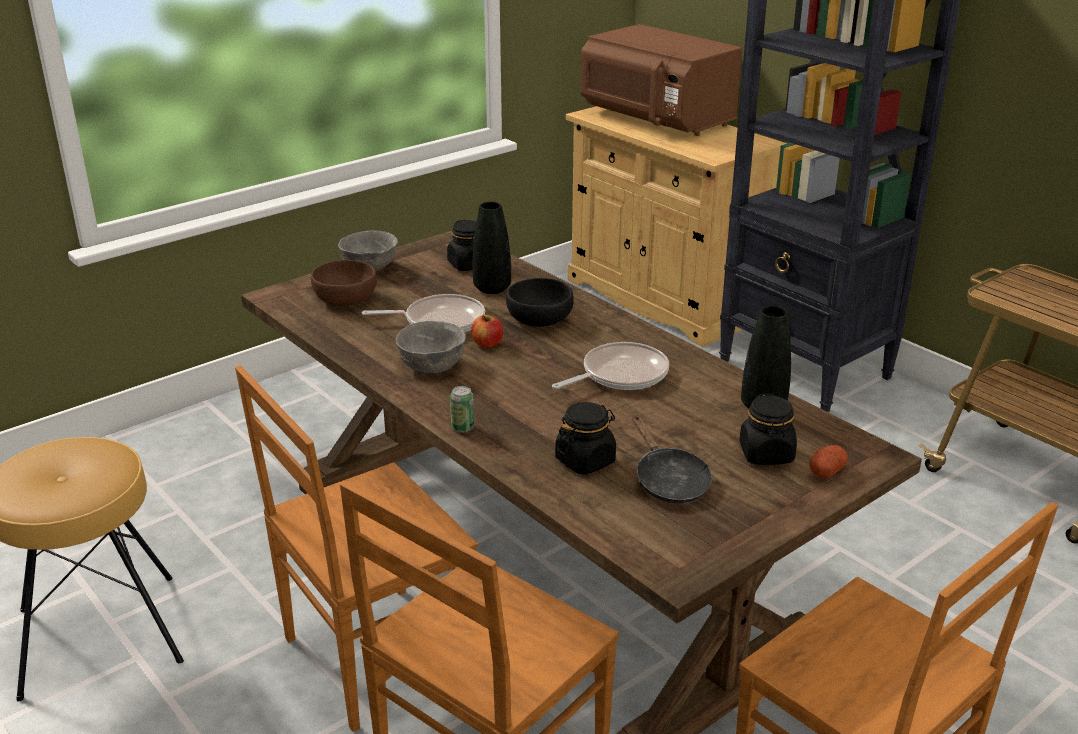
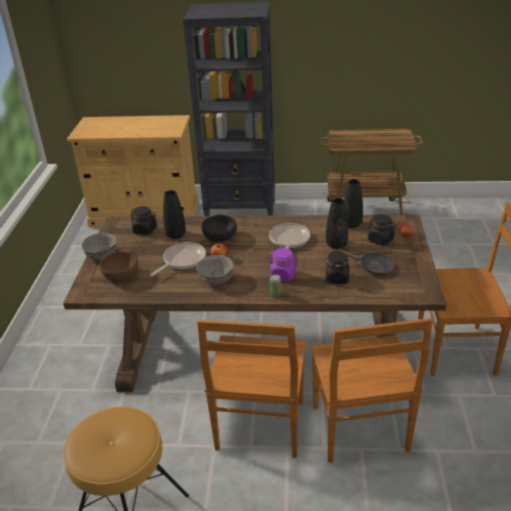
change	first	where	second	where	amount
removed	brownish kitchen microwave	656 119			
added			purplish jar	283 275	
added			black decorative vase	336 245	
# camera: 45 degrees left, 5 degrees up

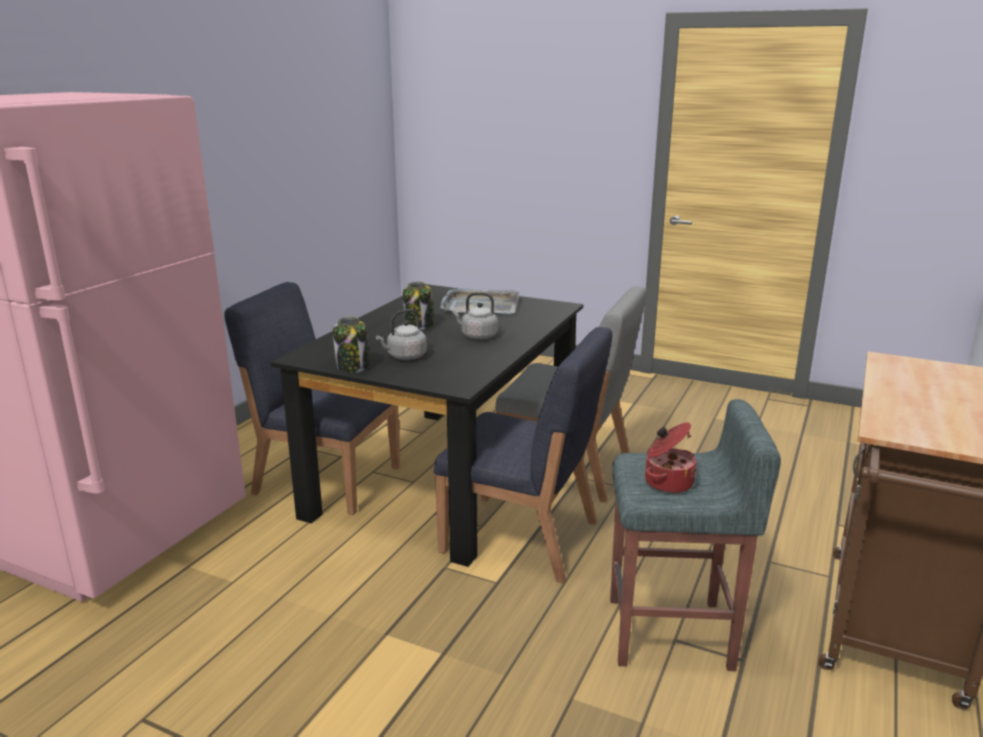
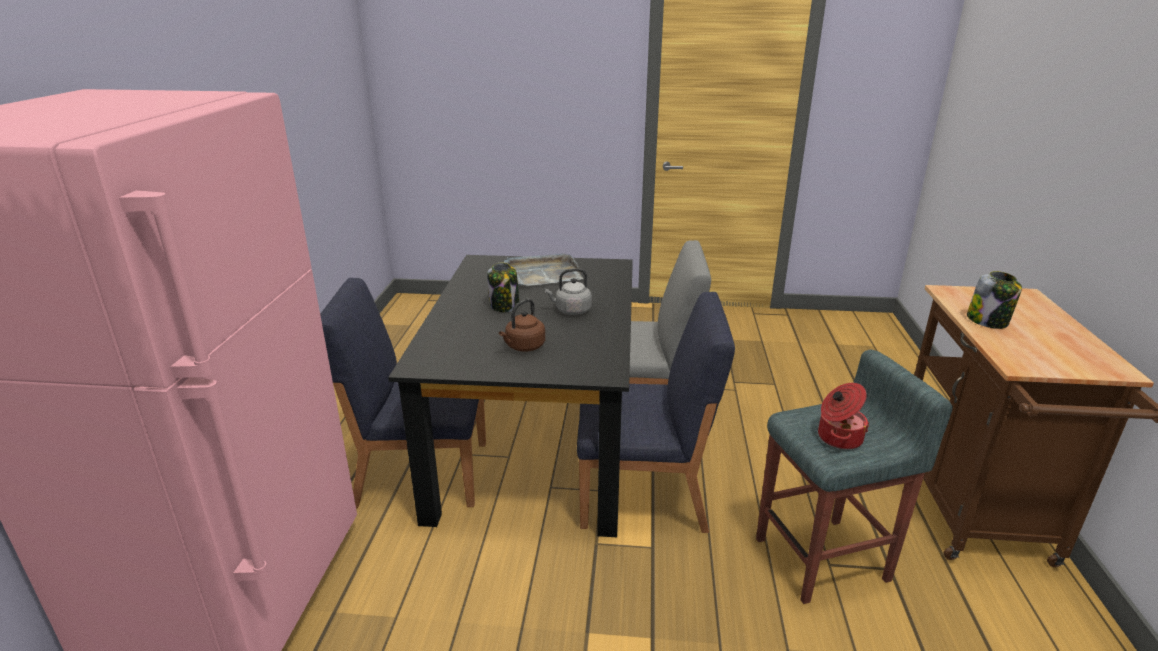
change	first	where	second	where	amount
moved	jar	353 366		988 321	
recoloured	grey water kettle	405 357	brownish water kettle	523 347	
# camera: 20 degrees left, 5 degrees up

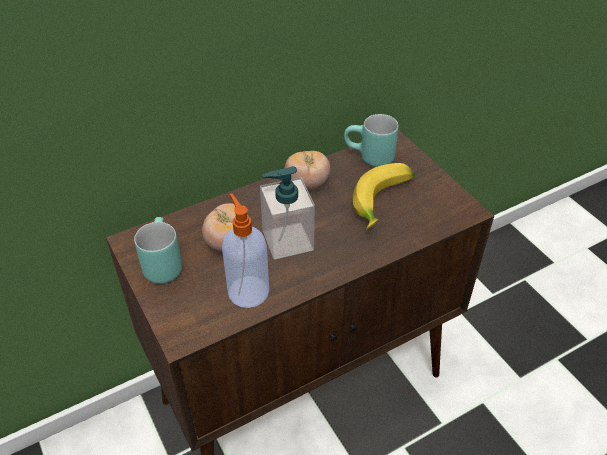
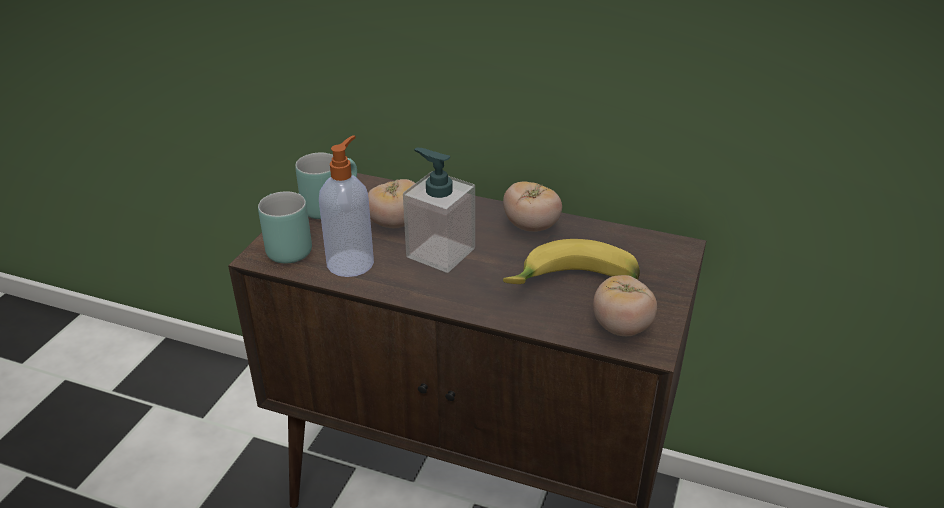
change	first	where	second	where	amount
moved	turquoise mug	369 158		283 248	
added			fresh tomato	621 327	
# camera: 50 degrees right, 10 degrees down

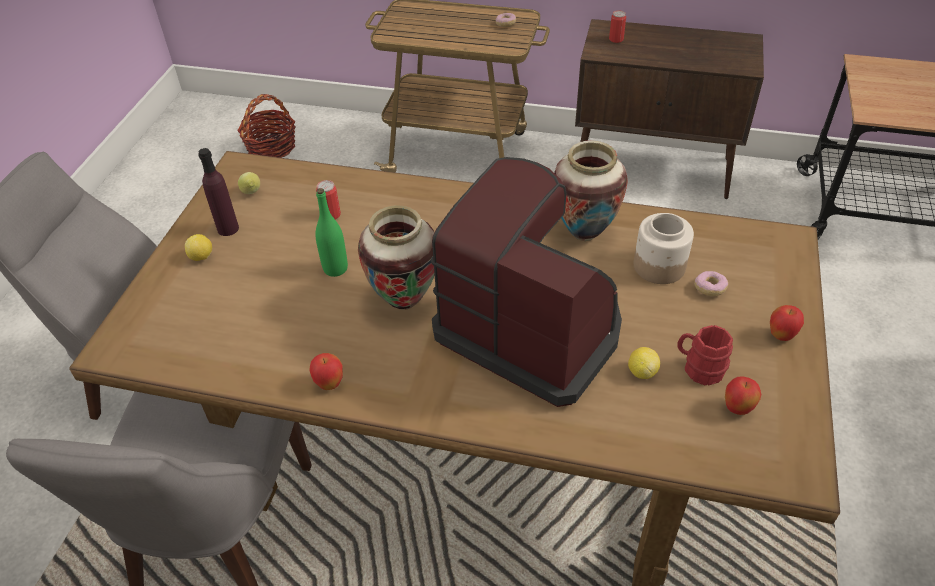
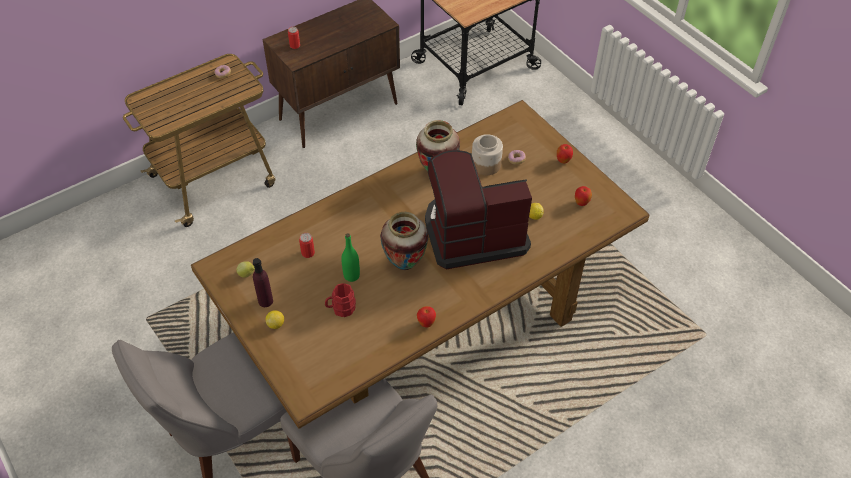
change	first	where	second	where	amount
removed	household basket	271 147			
moved	red-coloured mug	699 368		341 309	
# camera: 50 degrees left, 5 degrees up

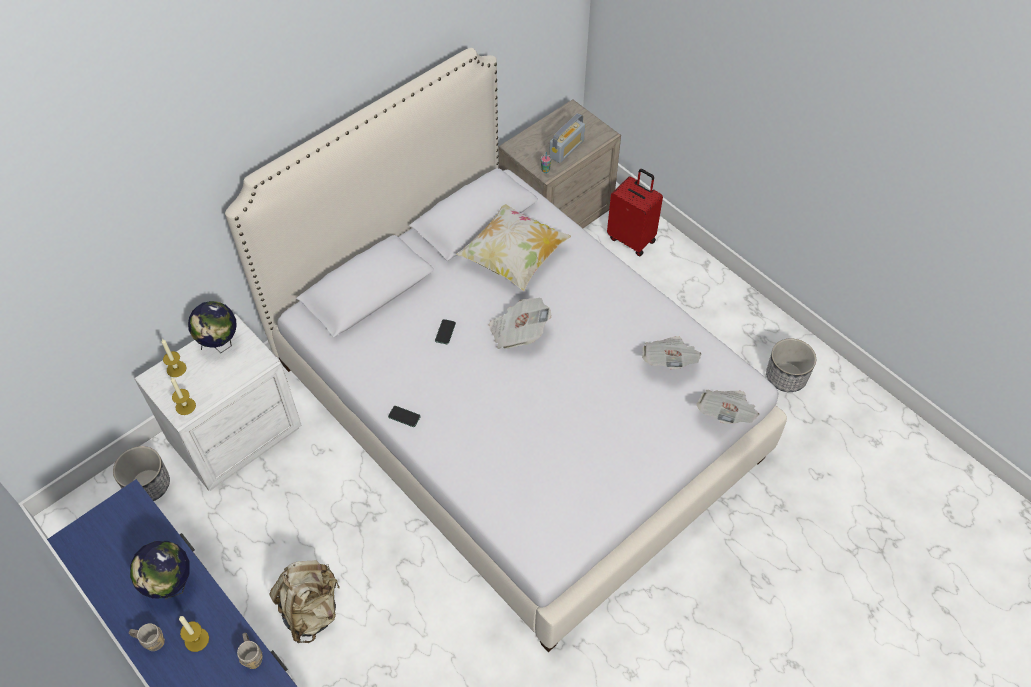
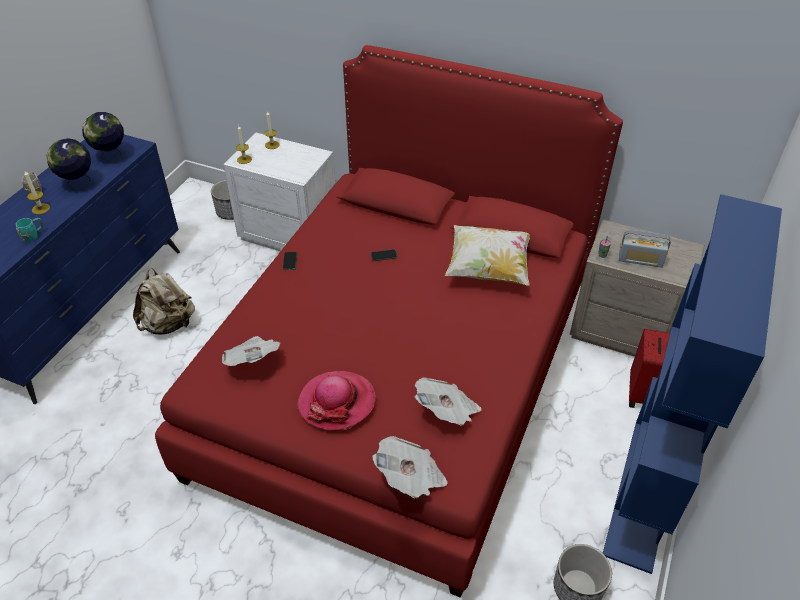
change	first	where	second	where	amount
moved	world globe	220 345		111 157	
recoloured	white-coloured bedroom bed	514 410	red-coloured bedroom bed	399 375	
recoloured	grey mug	252 655	turquoise mug	34 236	
moved	daily paper	518 332		253 361	
added			clothing hat	337 402	
added			blue-coloured shelving unit	644 493	
# camera: 65 degrees right, 10 degrees down

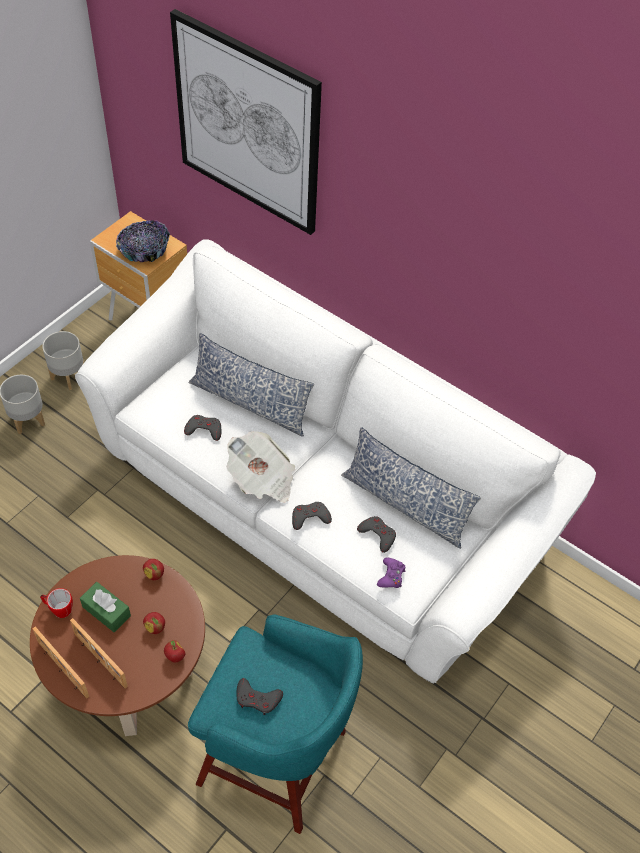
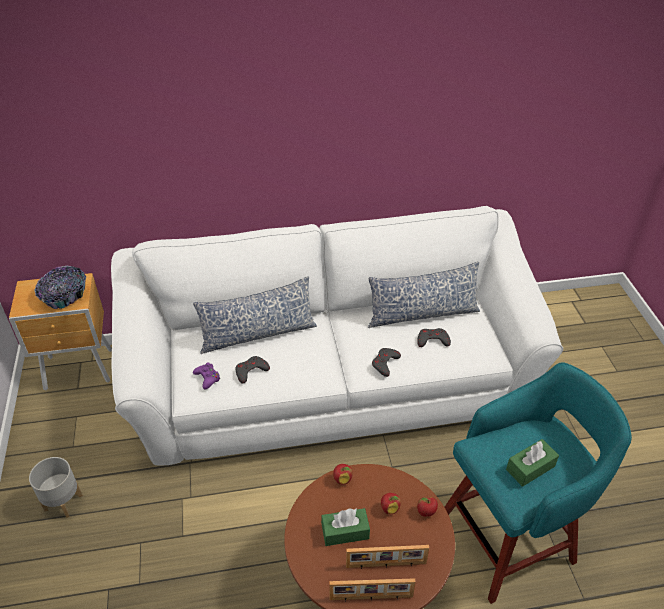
change	first	where	second	where	amount
removed	mug	59 609			
removed	grey plant pot	69 376			
removed	wall picture	247 124			
removed	daily paper	262 479			
replaced	grey gamepad	257 699	green-coloured box of tissues	530 468	
moved	purplish gamepad	391 576		207 378	
# camera: 45 degrees left, 10 degrees down

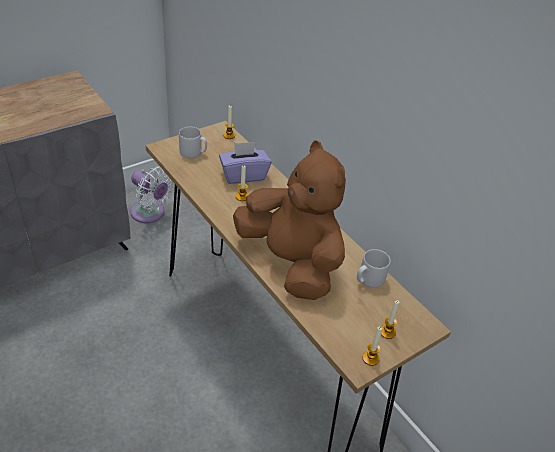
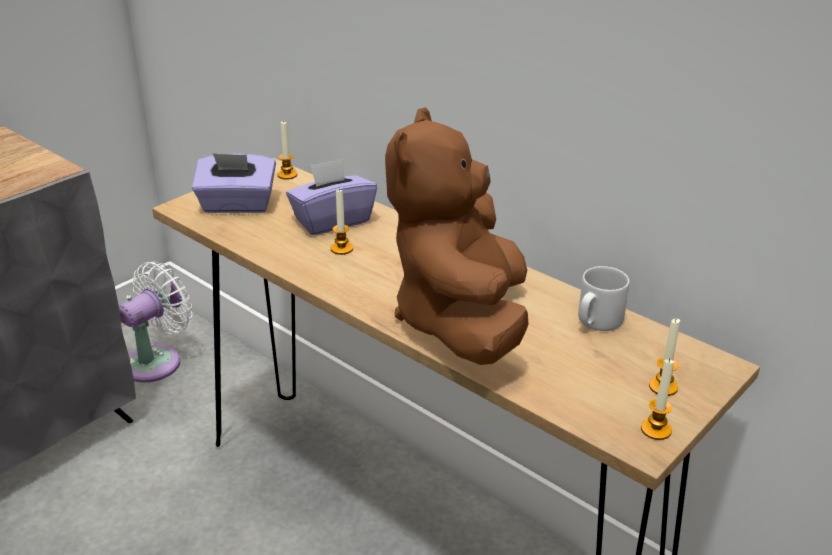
change	first	where	second	where	amount
turned	white-coloured fan	150 214		157 361	75 degrees counterclockwise
replaced	grey mug	193 153	purplish box of tissues	237 205	
turned	brownish plush toy	291 262		461 322	120 degrees counterclockwise
# camera: 10 degrees left, 10 degrees down

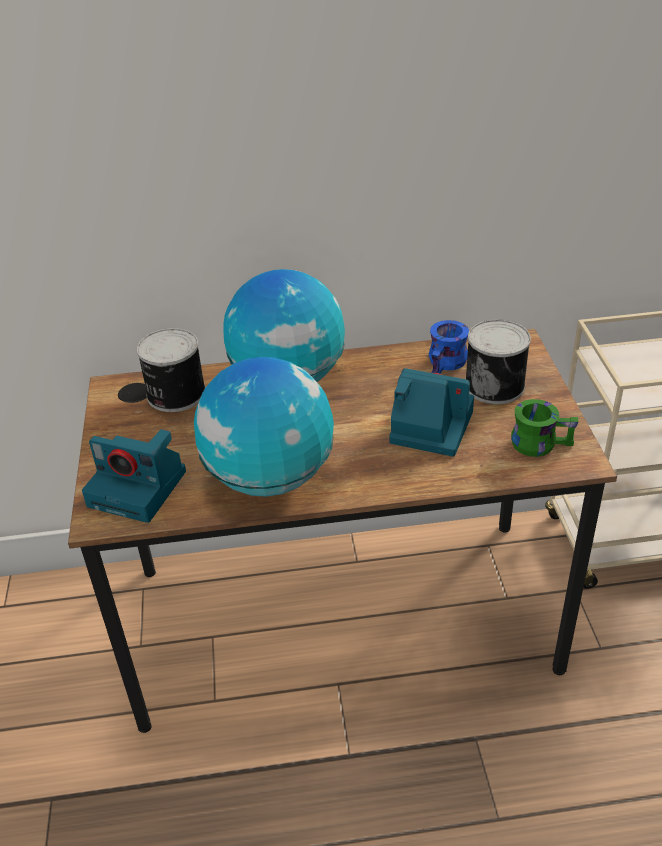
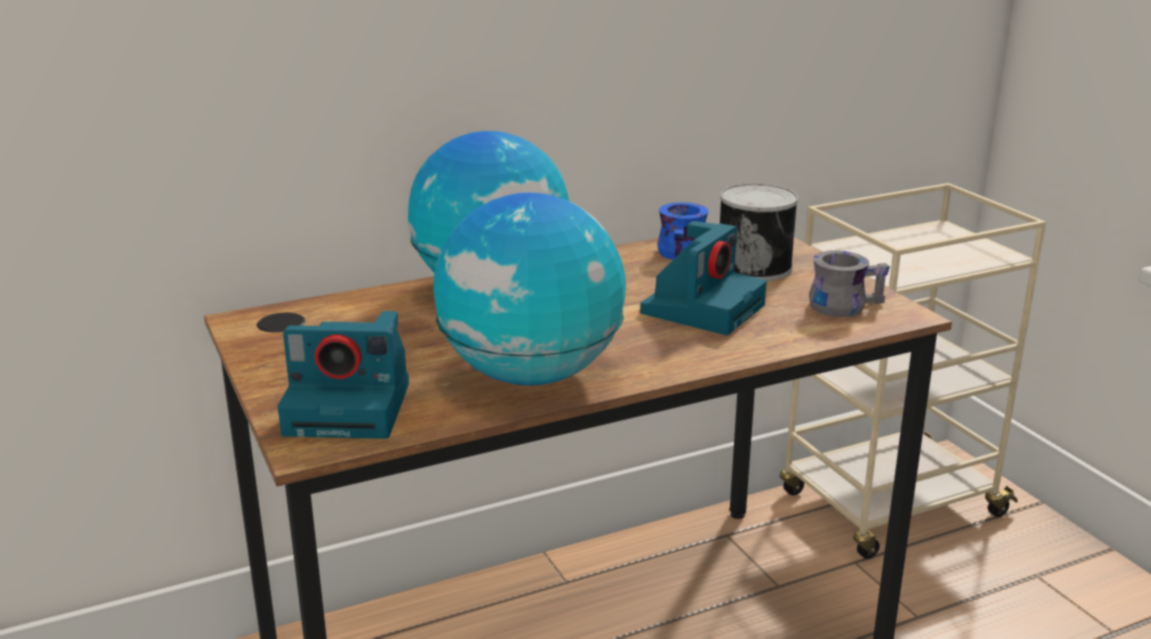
change	first	where	second	where	amount
removed	can	174 394			
turned	still camera	429 427		703 308	120 degrees clockwise
recoloured	green-coloured mug	539 441	grey mug	843 304	
# camera: 20 degrees left, 15 degrees down

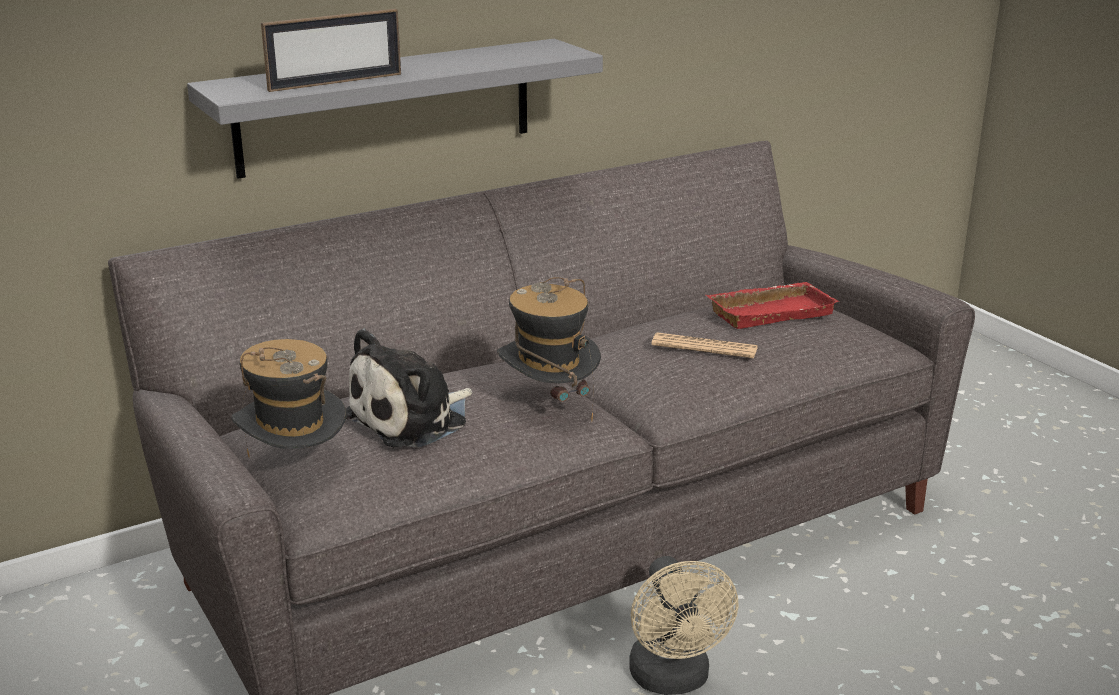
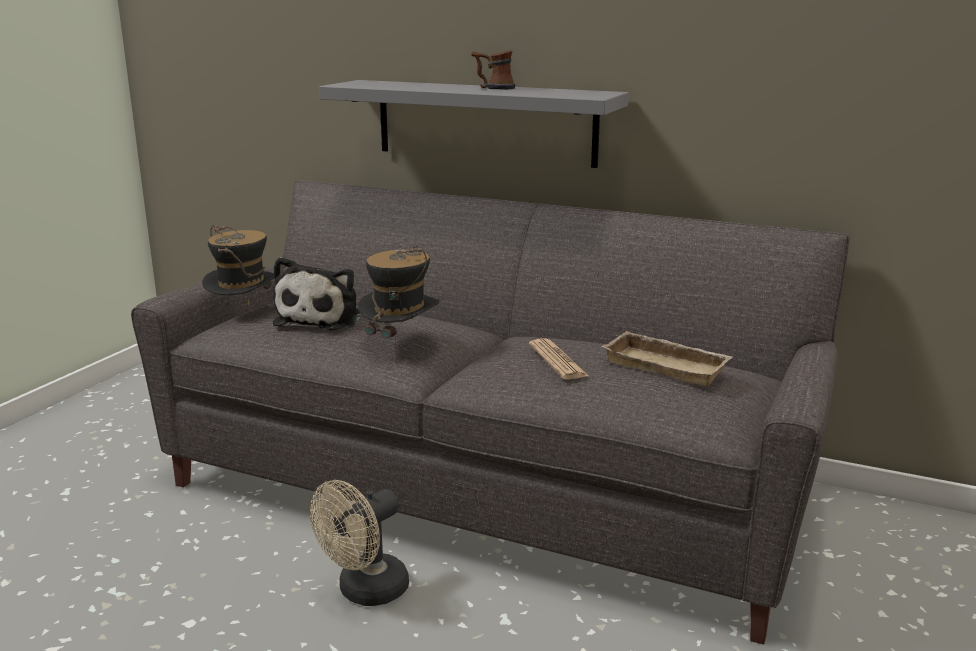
change	first	where	second	where	amount
removed	picture frame	336 82			
turned	plush toy	412 419		322 318	90 degrees counterclockwise
recoloured	red-coloured serving tray	770 311	beige-coloured serving tray	668 365	
added			mug	493 88	
# camera: 55 degrees right, 5 degrees down

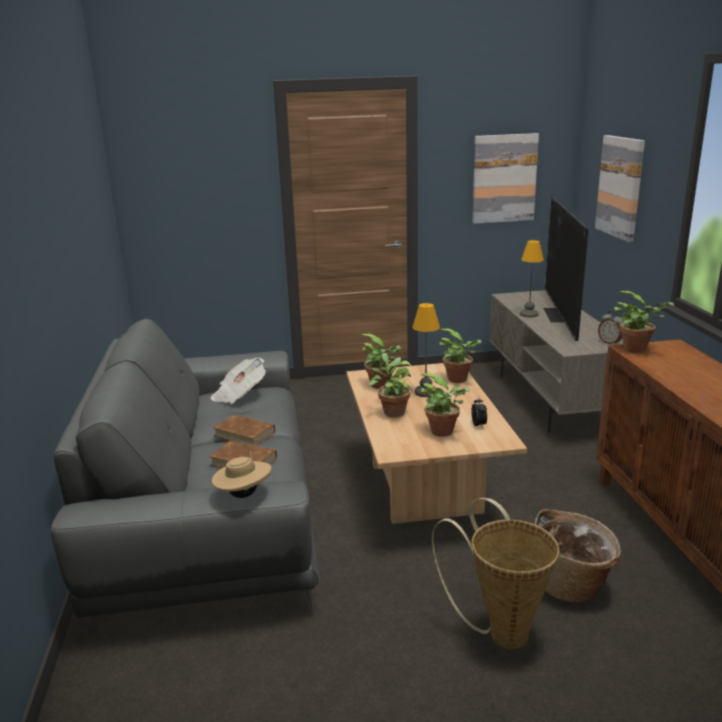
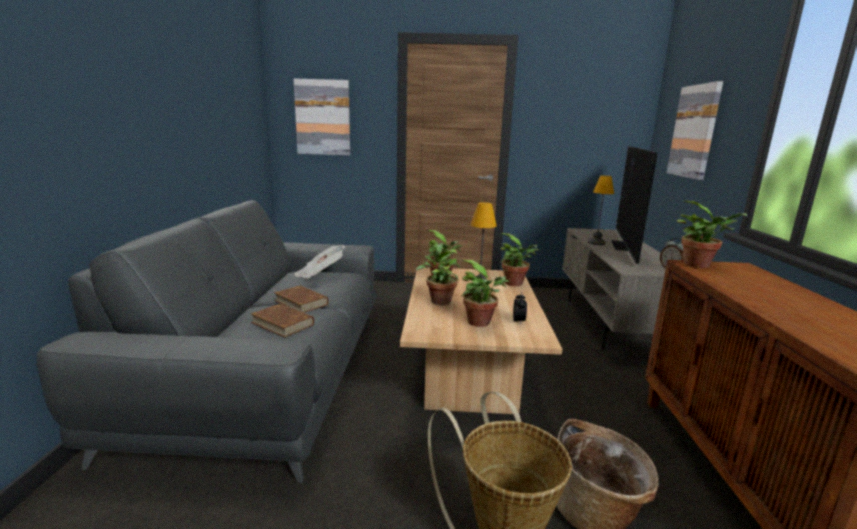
change	first	where	second	where	amount
removed	beige-coloured clothing hat	244 494			
moved	wall picture	504 178		323 117	
# camera: 10 degrees right, 5 degrees down

